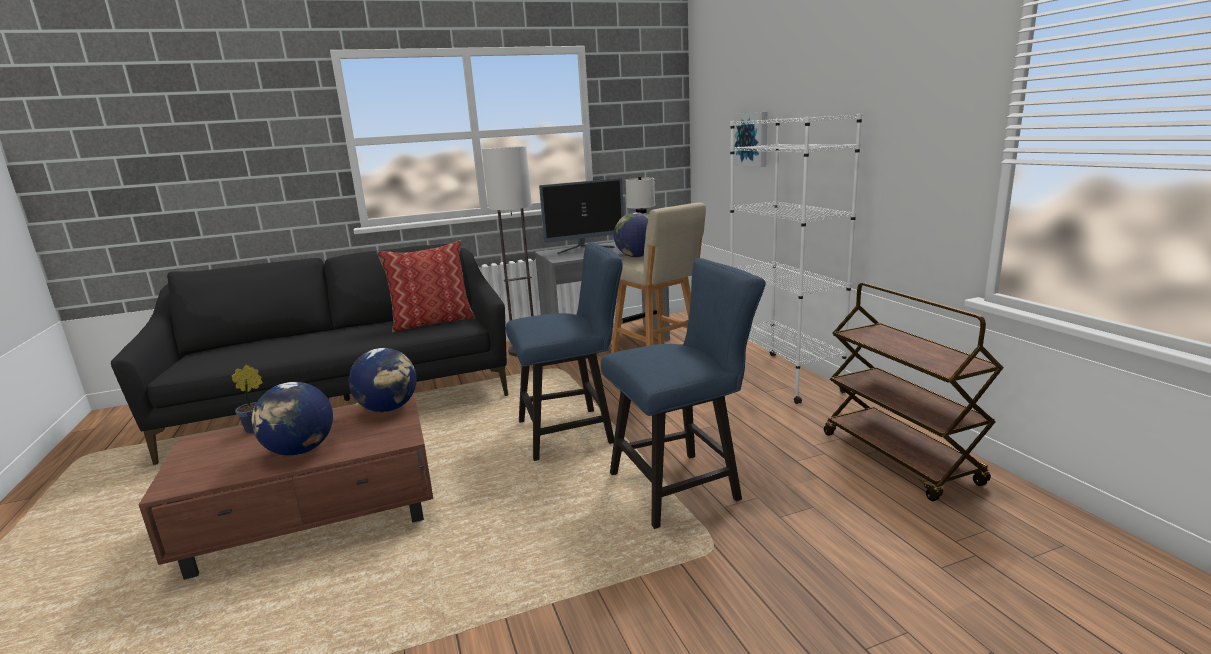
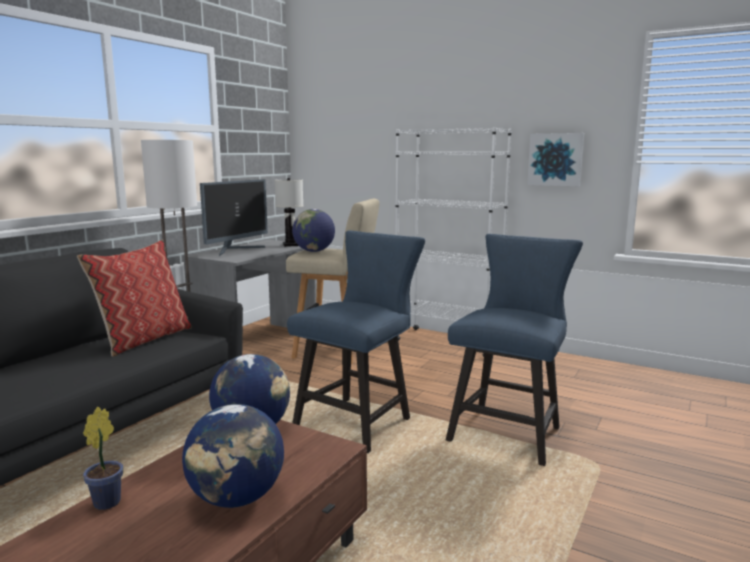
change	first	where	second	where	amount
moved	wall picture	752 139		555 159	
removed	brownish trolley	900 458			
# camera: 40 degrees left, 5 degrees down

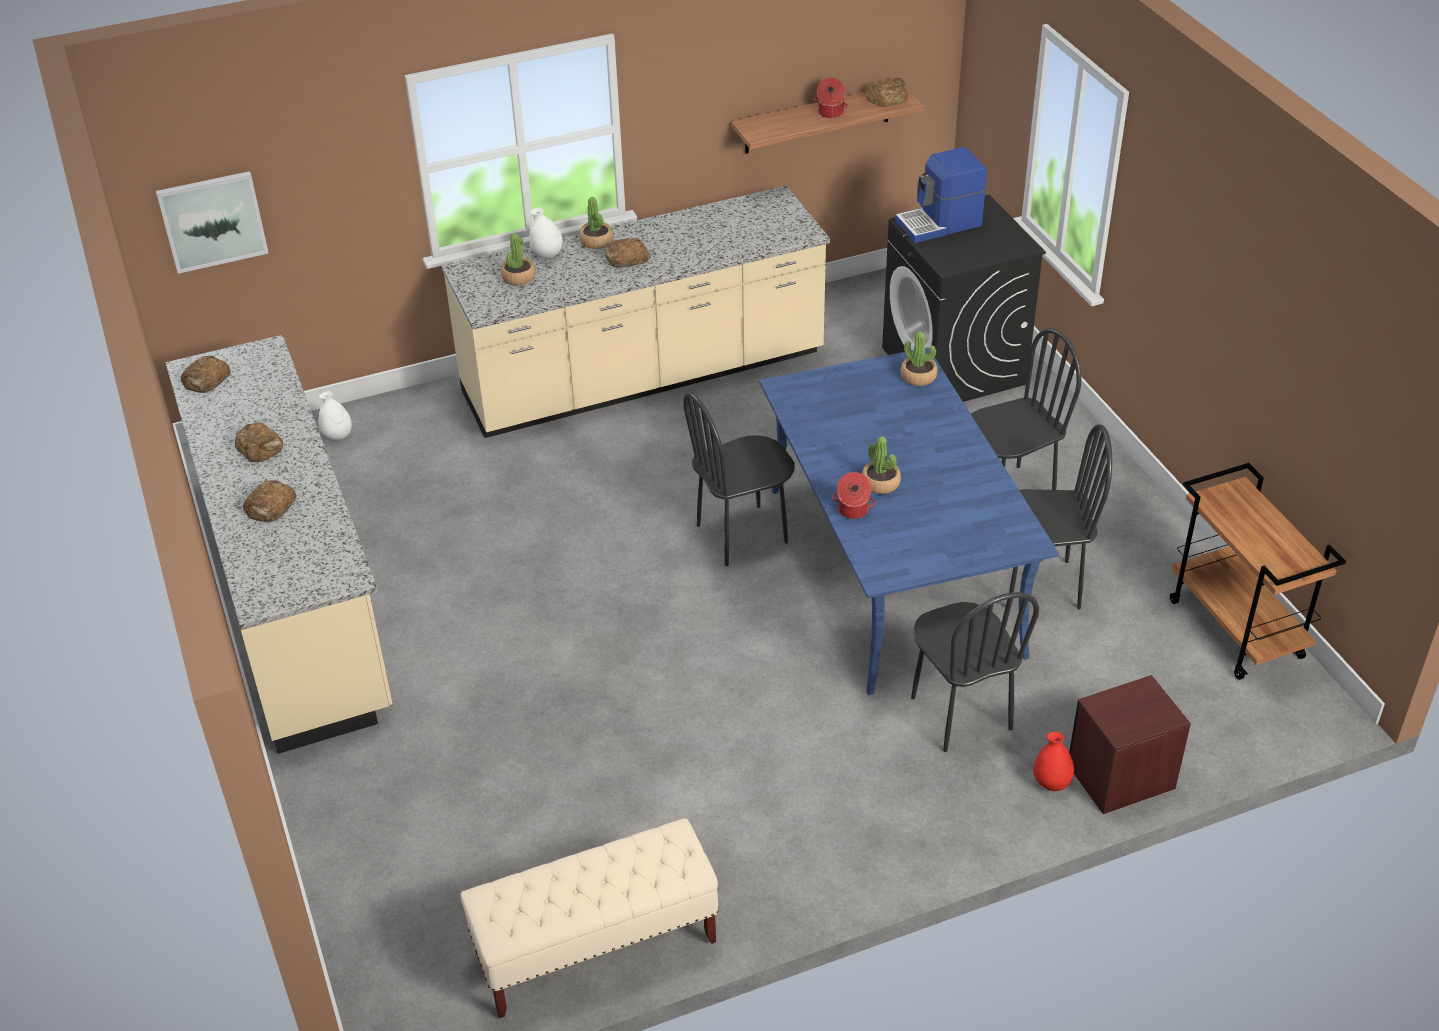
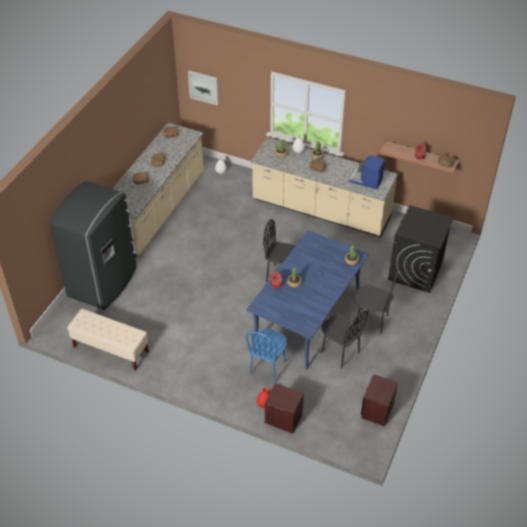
change	first	where	second	where	amount
moved	coffee machine	940 224		366 181	
recoloured	black plain chair	960 713	blue-coloured plain chair	267 368	
replaced	brownish trolley	1237 629	brownish night table	377 410	
added			grey refrigerator	103 283	
# camera: 45 degrees right, 5 degrees up

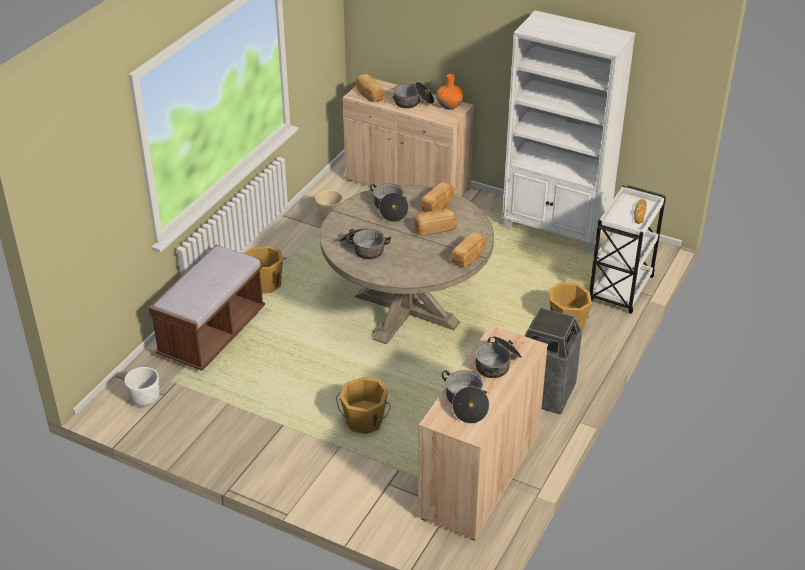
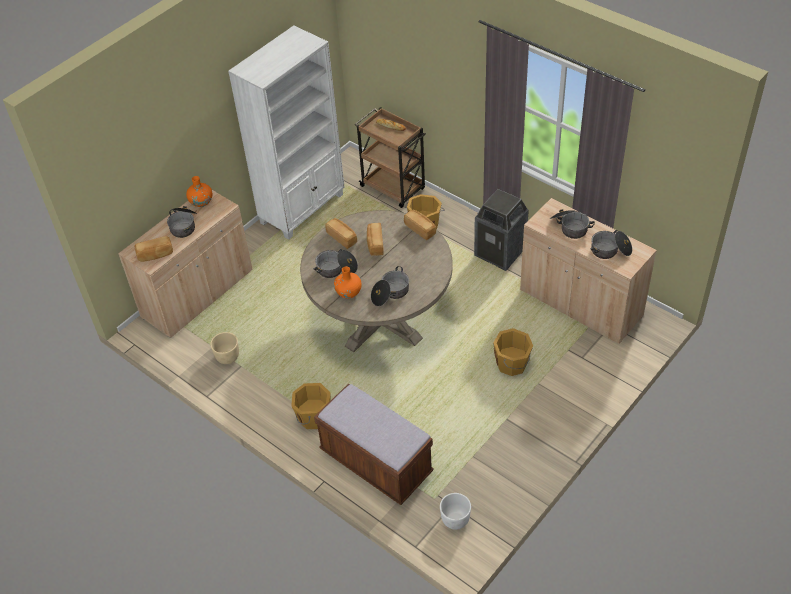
change	first	where	second	where	amount
recoloured	white-coloured trolley	620 290	brownish trolley	393 188	
added			orange-coloured decorative vase	348 292	
# camera: 75 degrees left, 10 degrees up

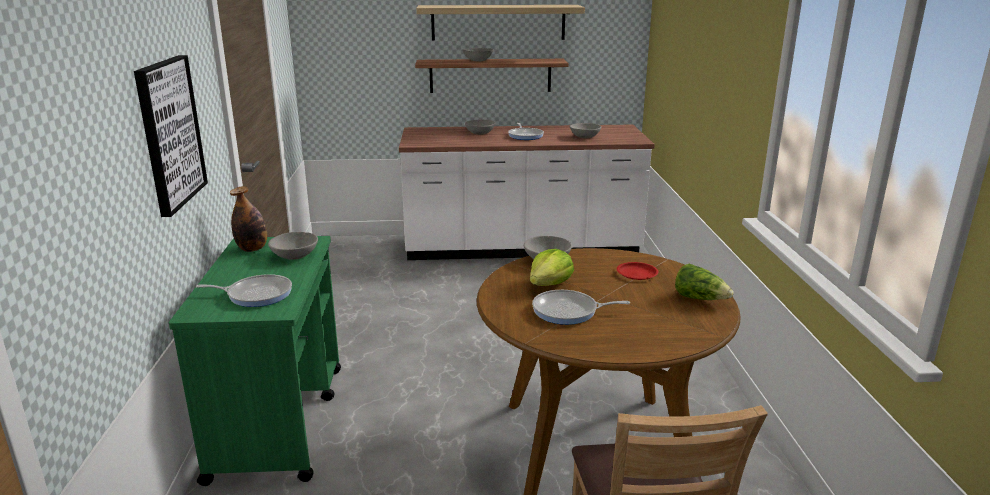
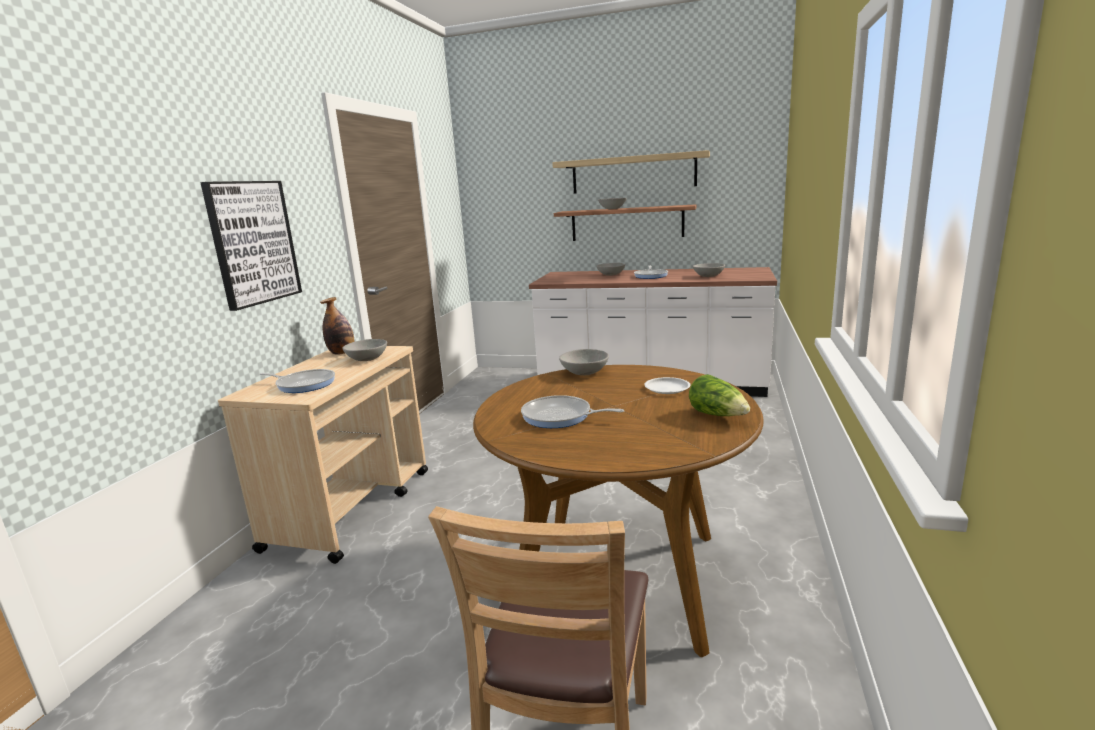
change	first	where	second	where	amount
recoloured	green-coloured trolley	279 420	beige-coloured trolley	352 508	
removed	lettuce	549 284			
recoloured	red-coloured dinner plate	637 273	white-coloured dinner plate	667 388	
# camera: 20 degrees right, 5 degrees down

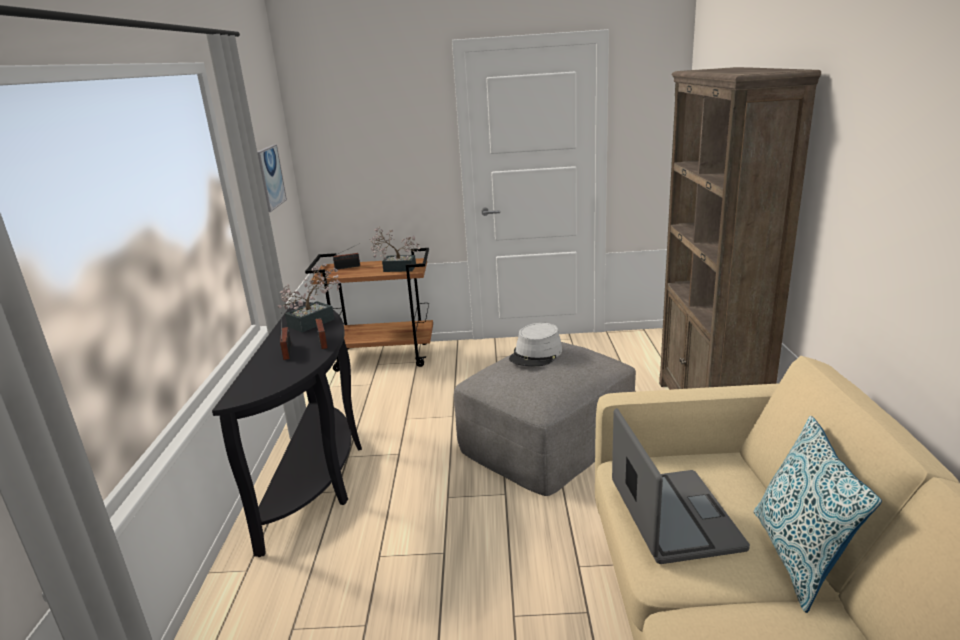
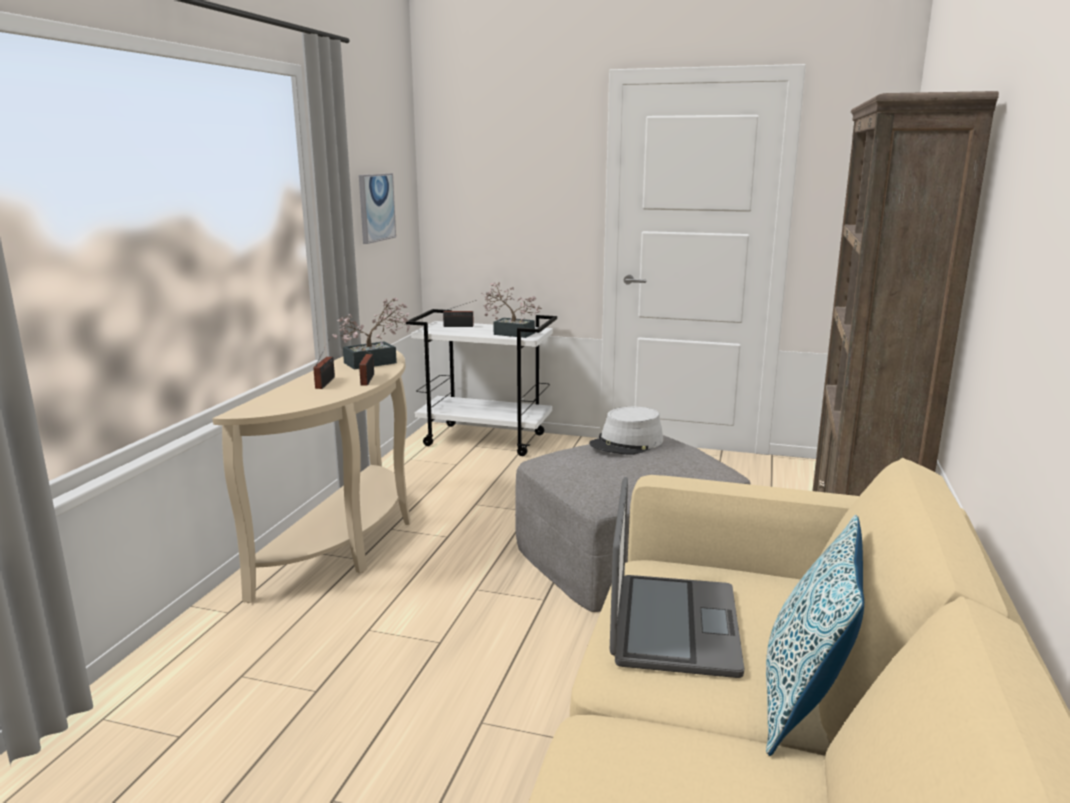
change	first	where	second	where	amount
recoloured	black console table	319 476	beige-coloured console table	350 542	
recoloured	brownish trolley	383 356	white-coloured trolley	486 439	
# camera: 15 degrees right, 5 degrees down

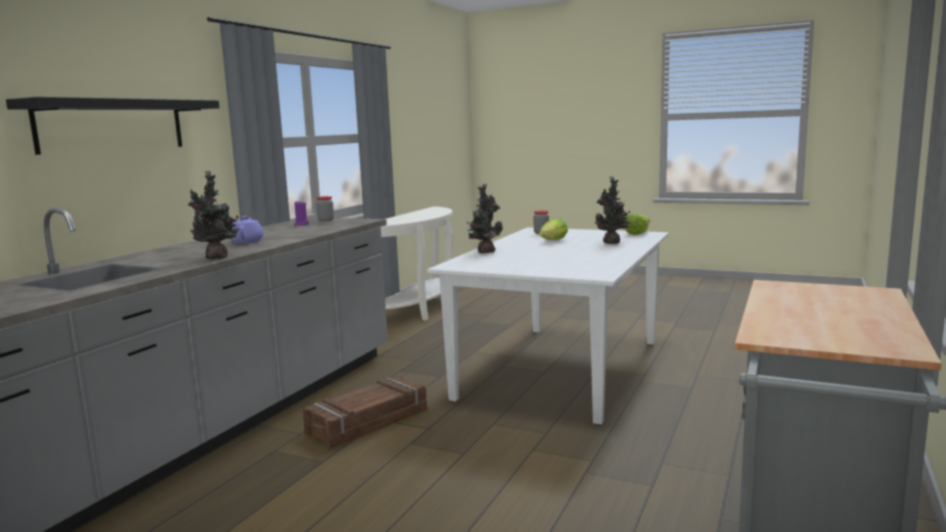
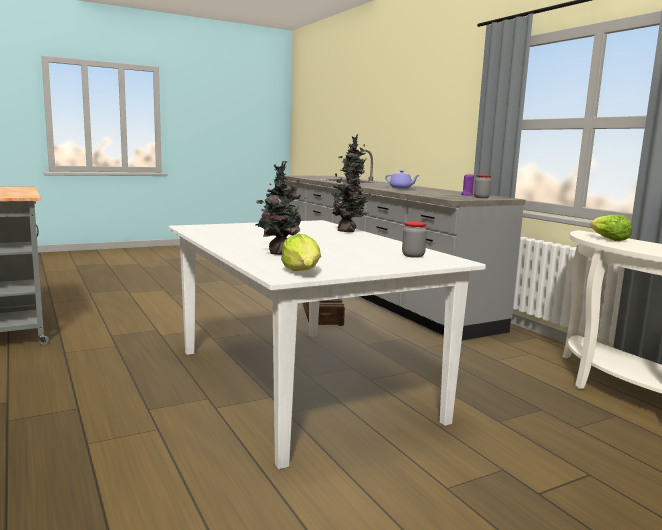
change	first	where	second	where	amount
removed	black bracket shelf	112 125			
moved	lettuce	553 241		608 239	
# camera: 125 degrees right, 0 degrees up

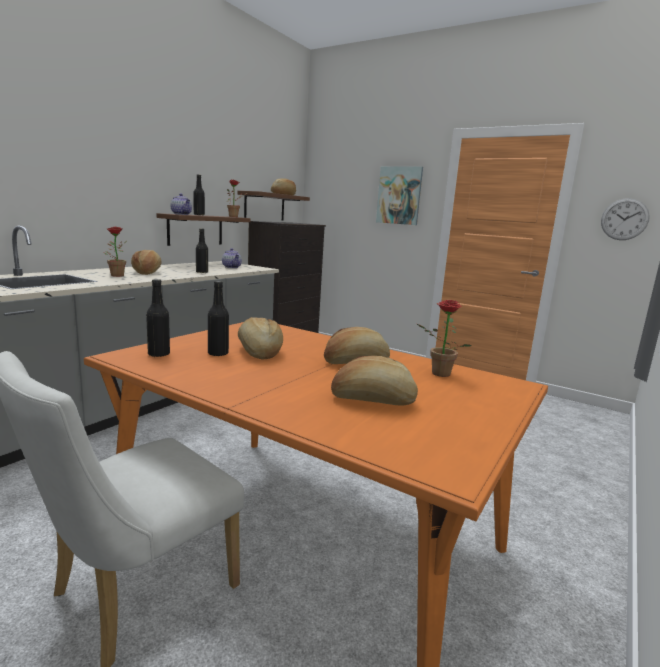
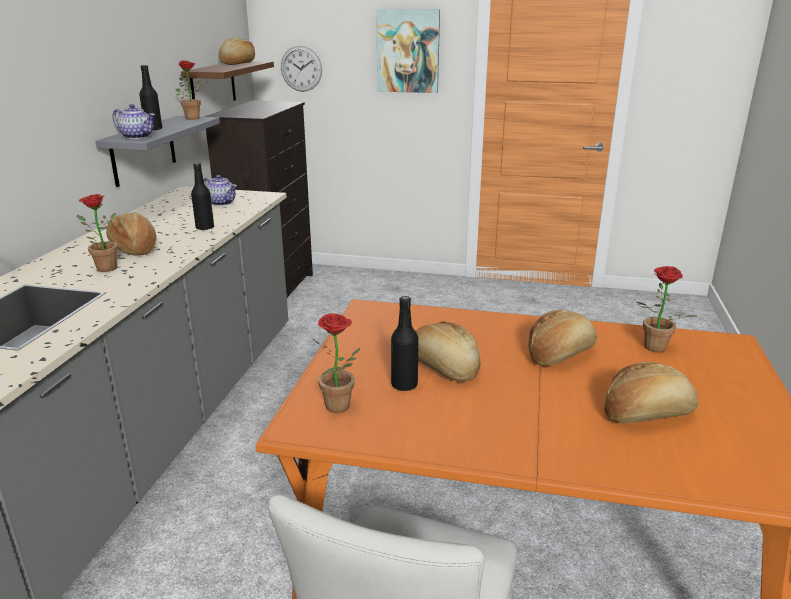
change	first	where	second	where	amount
replaced	black beverage bottle	159 354	houseplant	341 408	
recoloured	brownish bracket shelf	195 230	grey bracket shelf	143 150	
moved	clock on the wall	624 219		301 68	
# camera: 20 degrees left, 10 degrees up

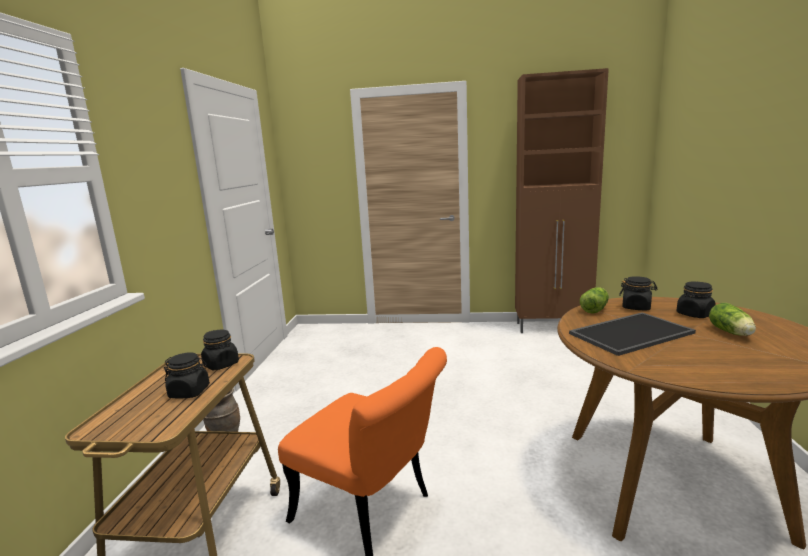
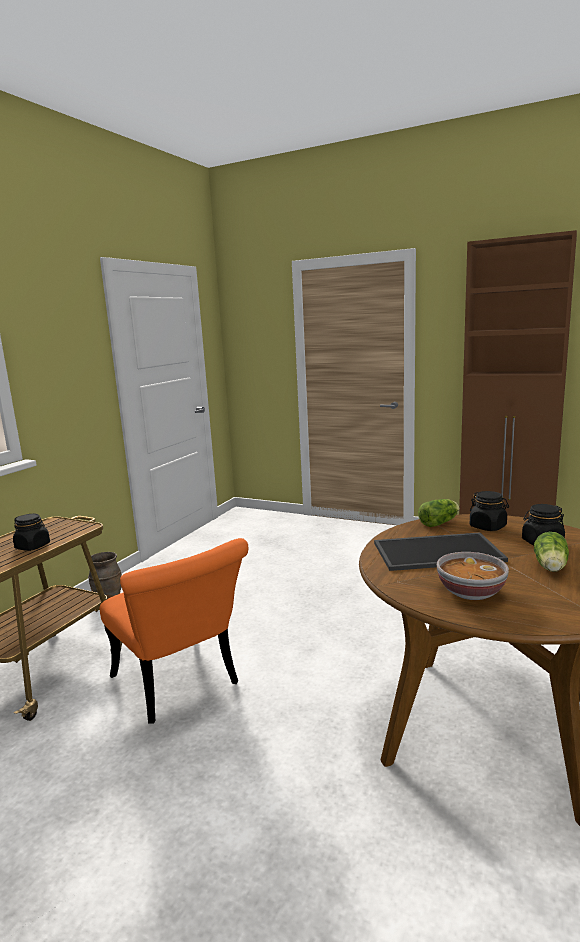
change	first	where	second	where	amount
removed	black jar	221 364			
added			deep dish	470 592	
# camera: 20 degrees right, 0 degrees up

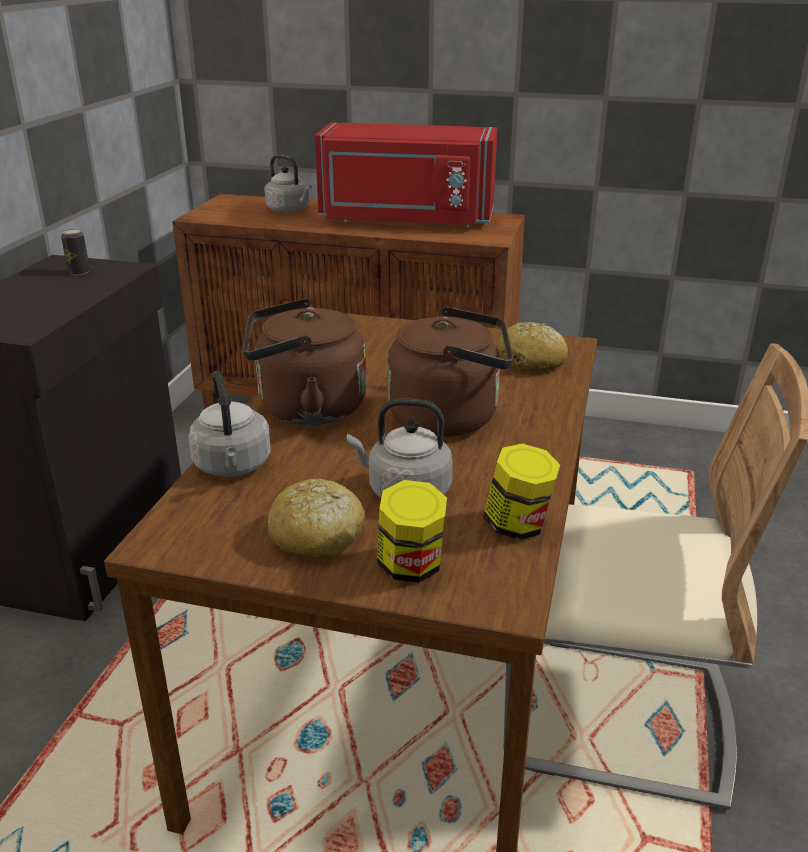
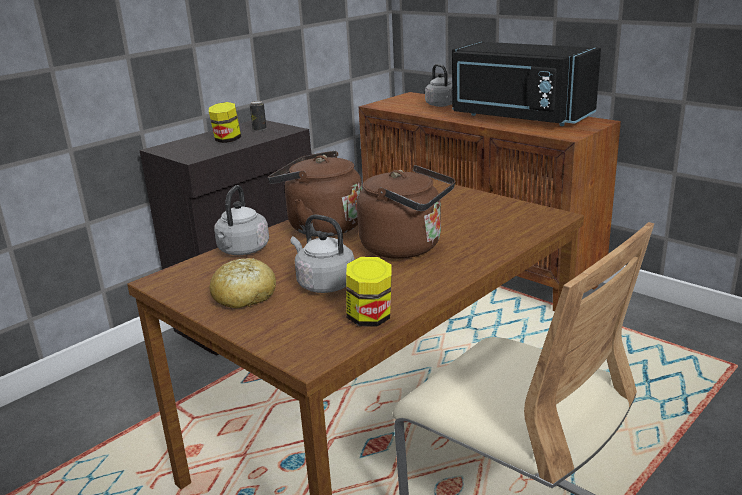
change	first	where	second	where	amount
recoloured	red-coloured kitchen microwave	406 219	black kitchen microwave	518 117	
moved	jar	411 567		227 140	
removed	baked bread	531 361			
# camera: 30 degrees right, 5 degrees down

